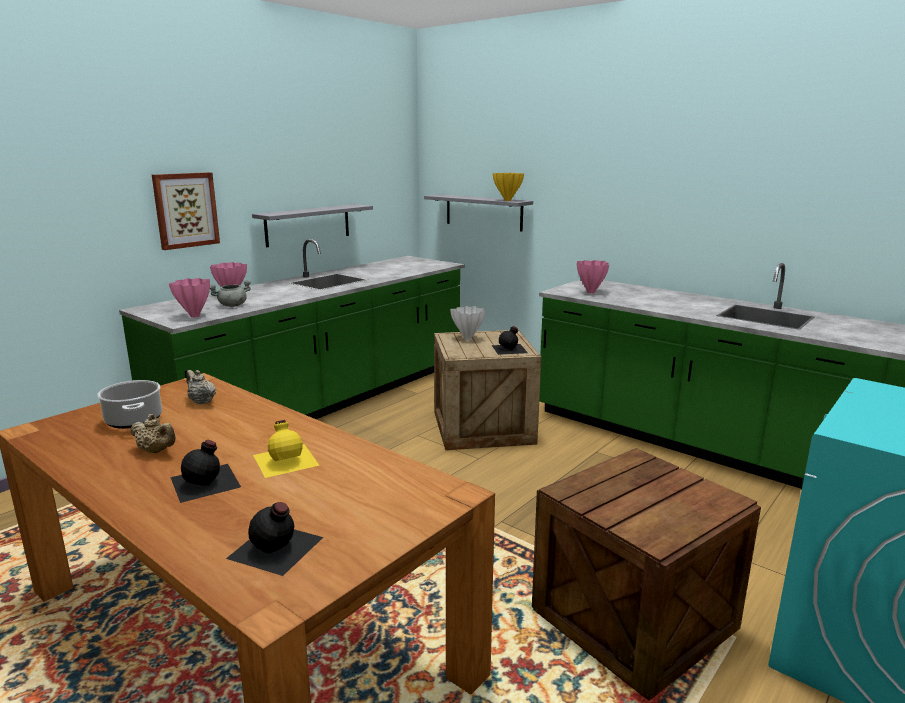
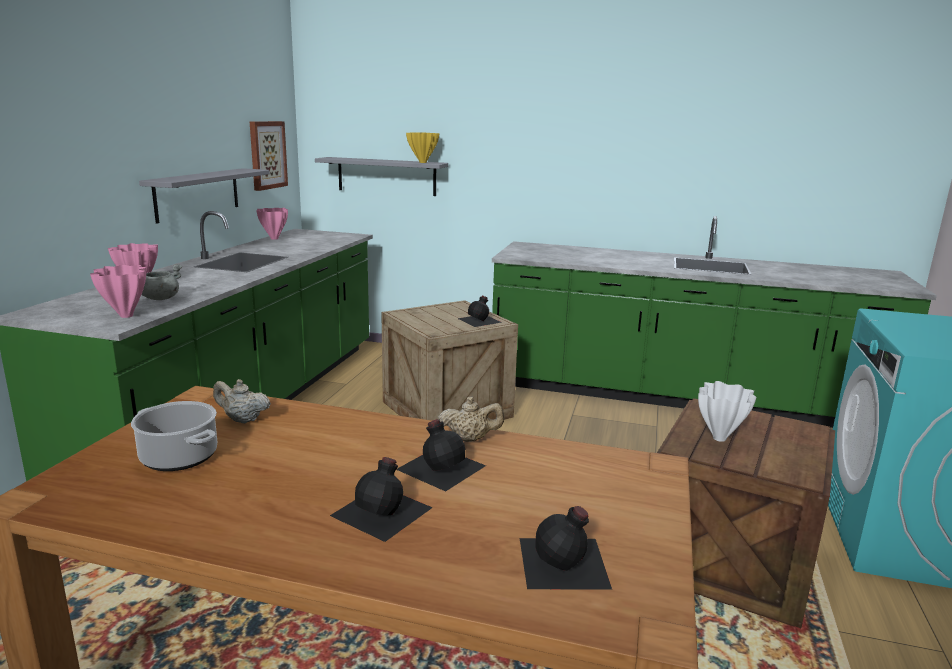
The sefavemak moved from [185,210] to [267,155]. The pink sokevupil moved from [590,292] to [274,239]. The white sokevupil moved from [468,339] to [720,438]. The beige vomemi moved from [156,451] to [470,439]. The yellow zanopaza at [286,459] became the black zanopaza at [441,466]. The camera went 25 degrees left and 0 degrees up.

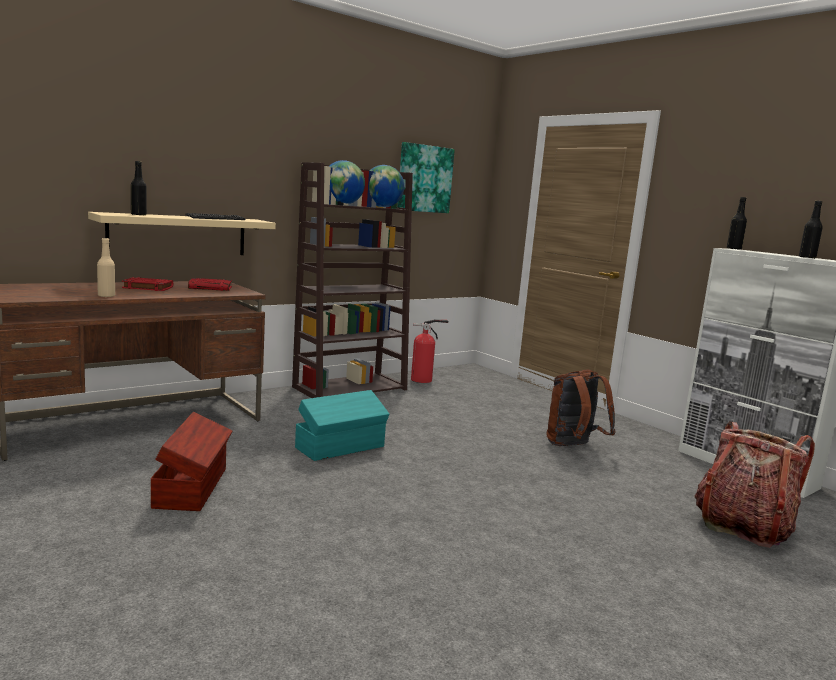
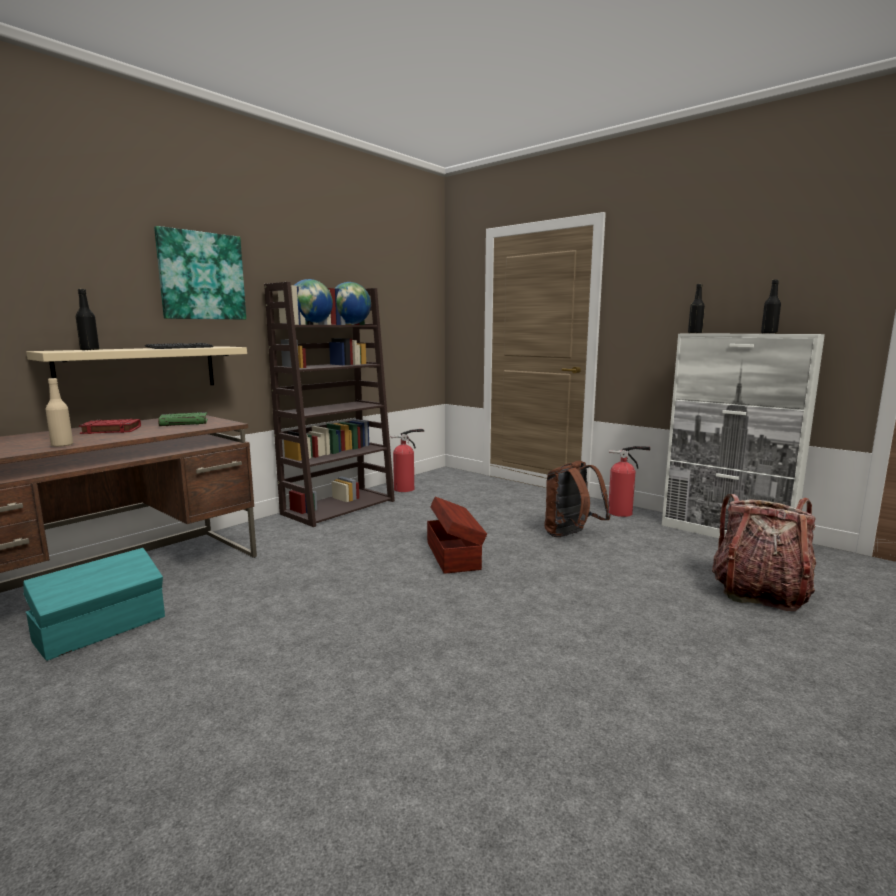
The sefavemak moved from [424,178] to [201,276]. The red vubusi at [211,288] became the green vubusi at [184,423]. The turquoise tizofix moved from [341,447] to [102,629]. The brown tizofix moved from [193,487] to [454,555]. The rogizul at [623,513] appeared. The camera went 10 degrees left and 0 degrees up.

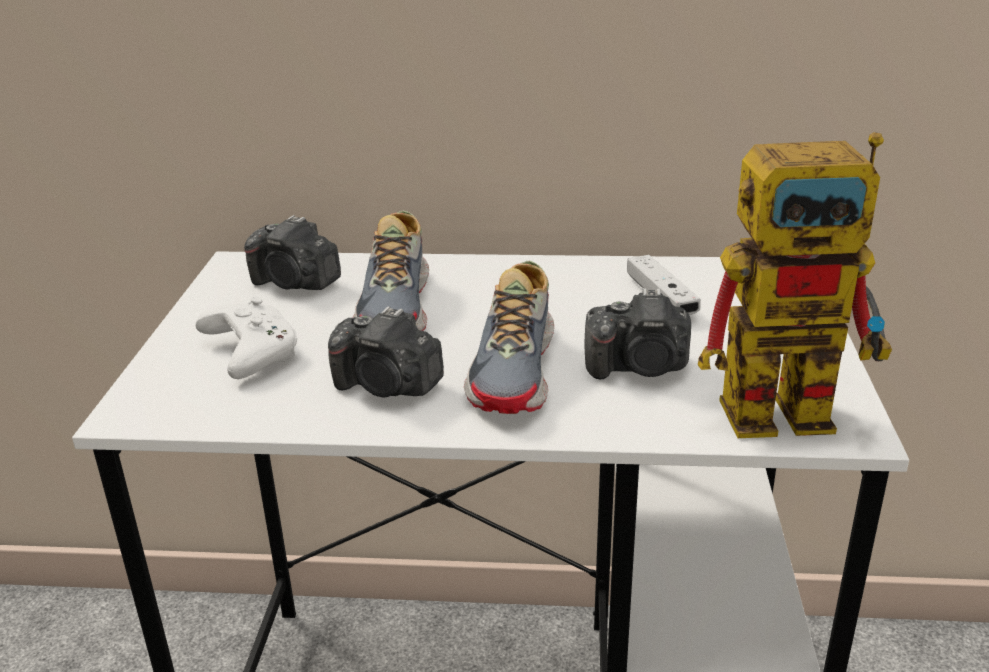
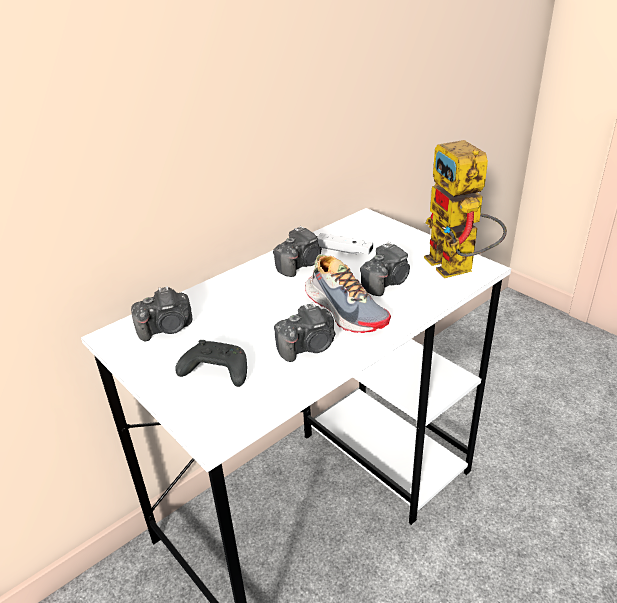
The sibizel at [797,408] turned 120 degrees clockwise. The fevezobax at [398,305] disappeared. The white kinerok at [250,353] became the black kinerok at [215,372]. The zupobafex at [300,265] appeared. The camera went 45 degrees left and 5 degrees up.

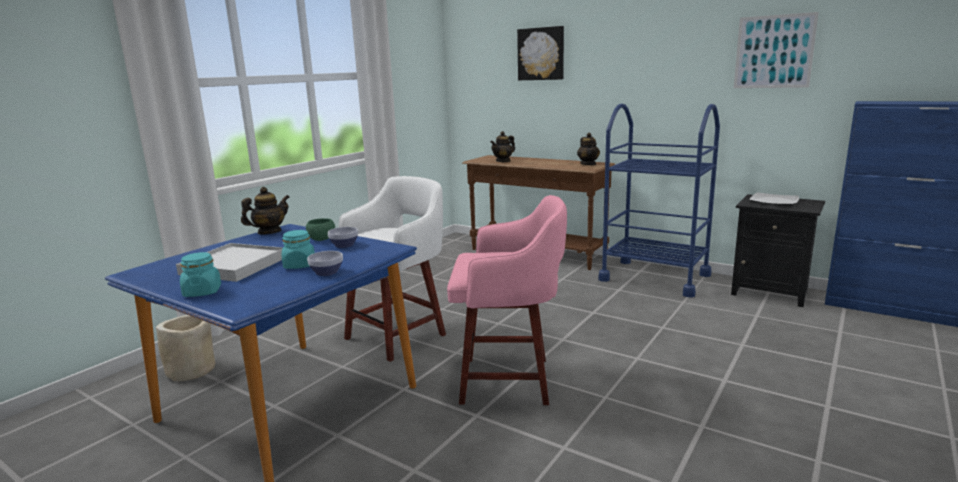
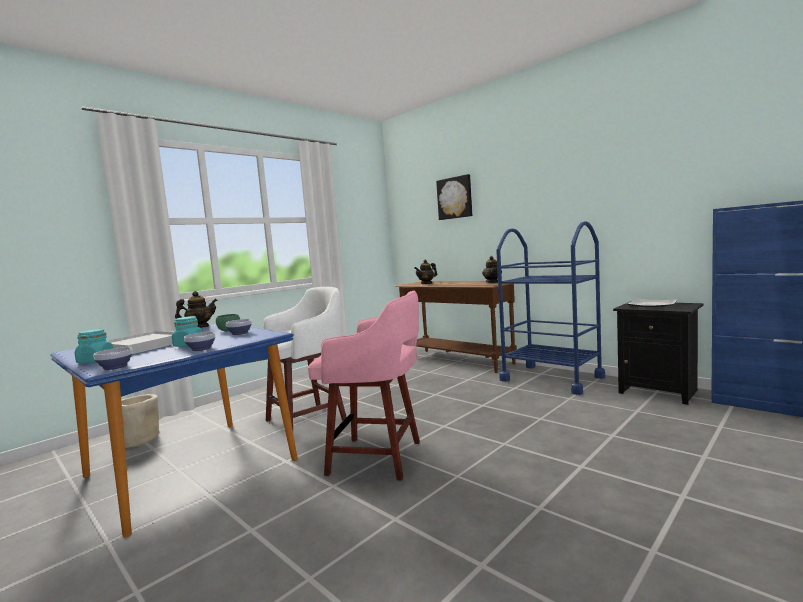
The sefavemak at [774,52] disappeared. The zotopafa at [116,367] appeared. The camera went 10 degrees right and 10 degrees down.

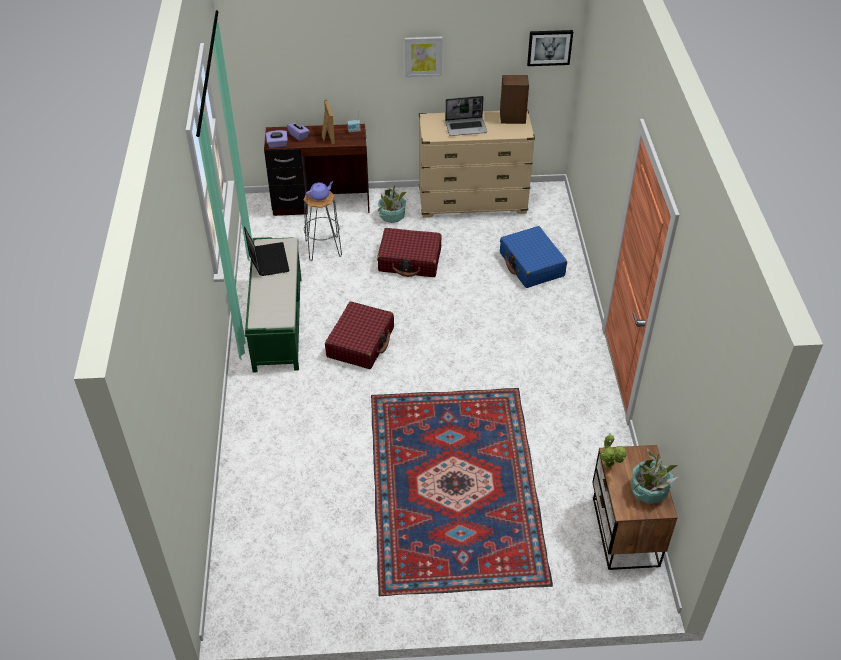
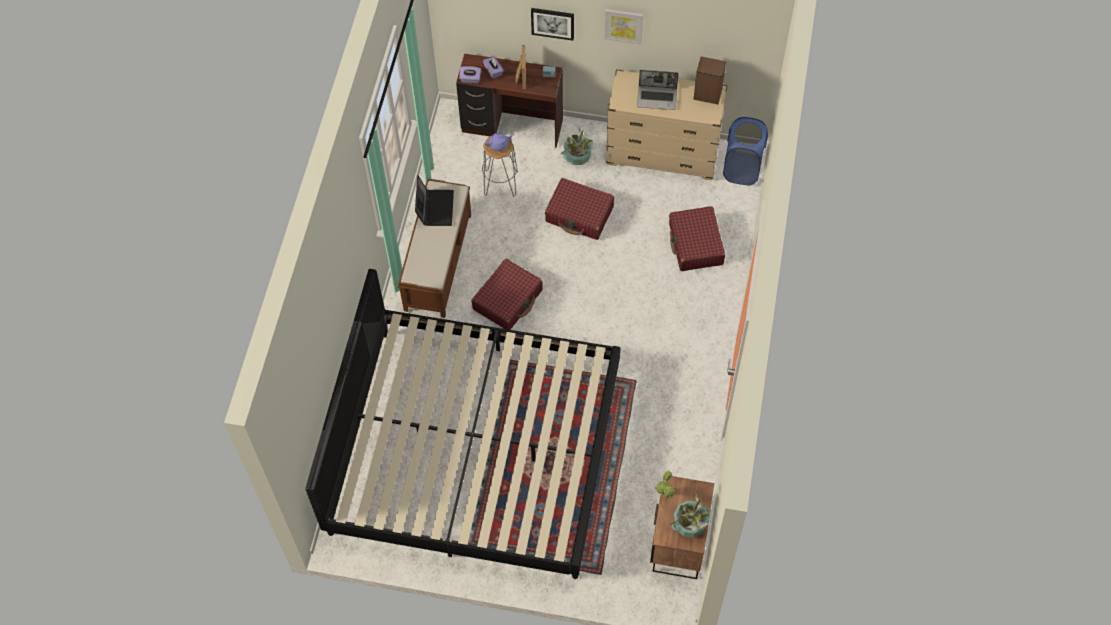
The sefavemak moved from [549,47] to [552,23]. The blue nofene at [531,265] became the red nofene at [695,244]. The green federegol at [278,322] became the brown federegol at [438,261]. The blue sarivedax at [742,169] appeared. The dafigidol at [475,449] appeared. The camera went 15 degrees right and 15 degrees up.

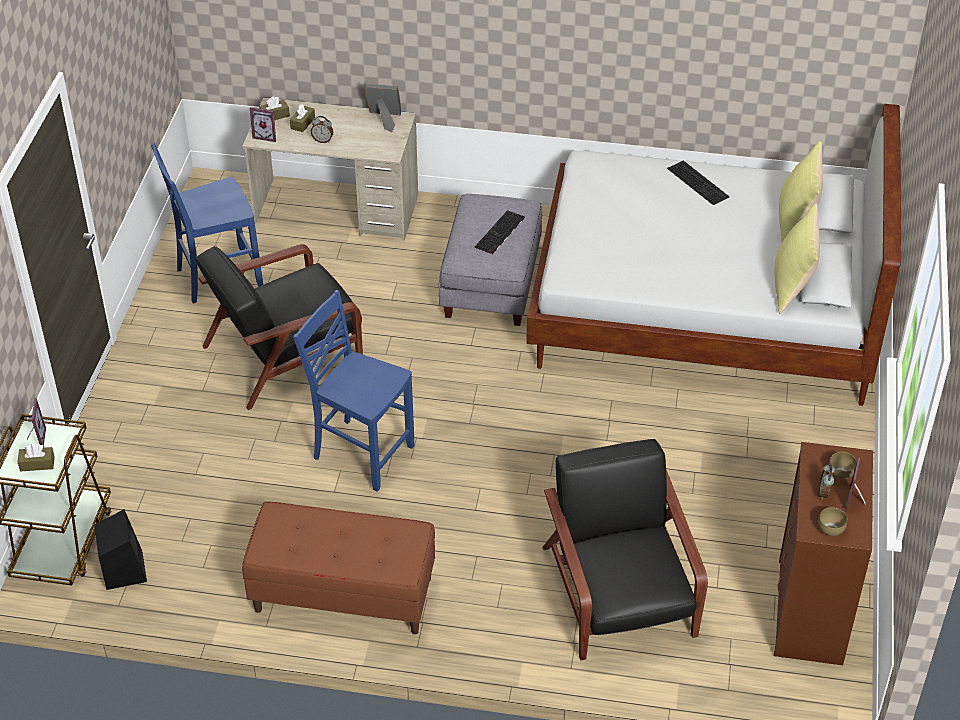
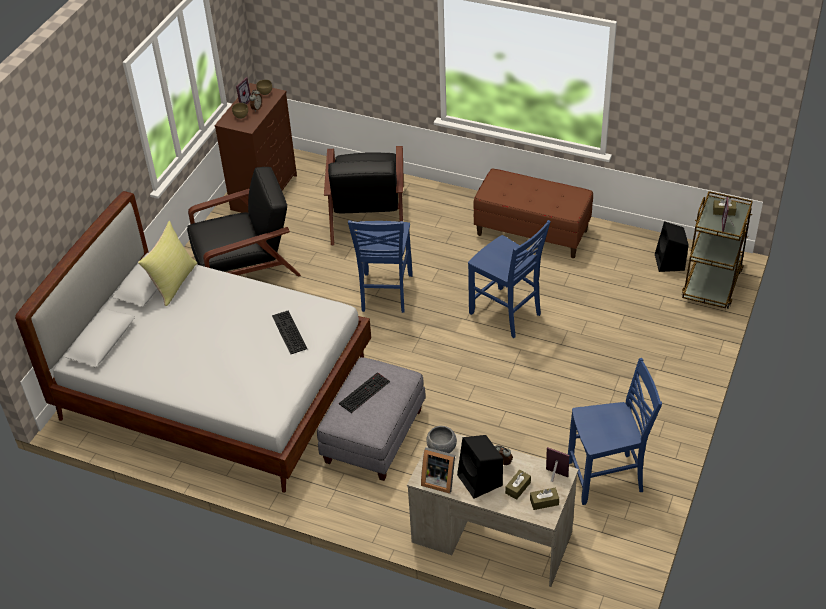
The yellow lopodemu at [796,220] disappeared. The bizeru moved from [699,182] to [288,332]. The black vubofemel moved from [286,352] to [245,264]. The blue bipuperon at [385,293] appeared. The grey zotopafa at [441,448] appeared. The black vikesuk at [480,481] appeared. The camera went 165 degrees left and 0 degrees up.

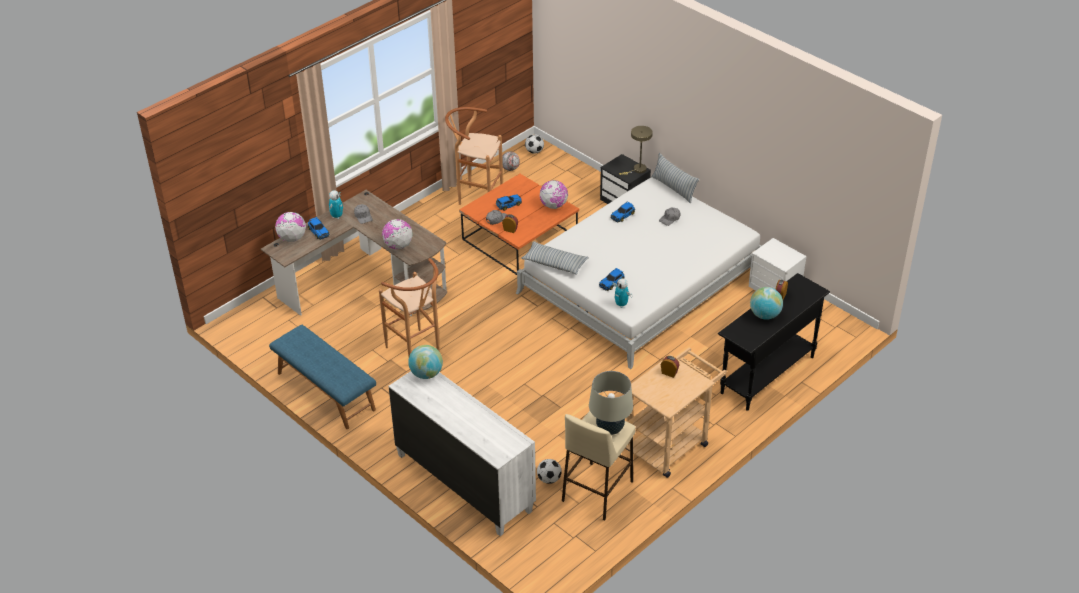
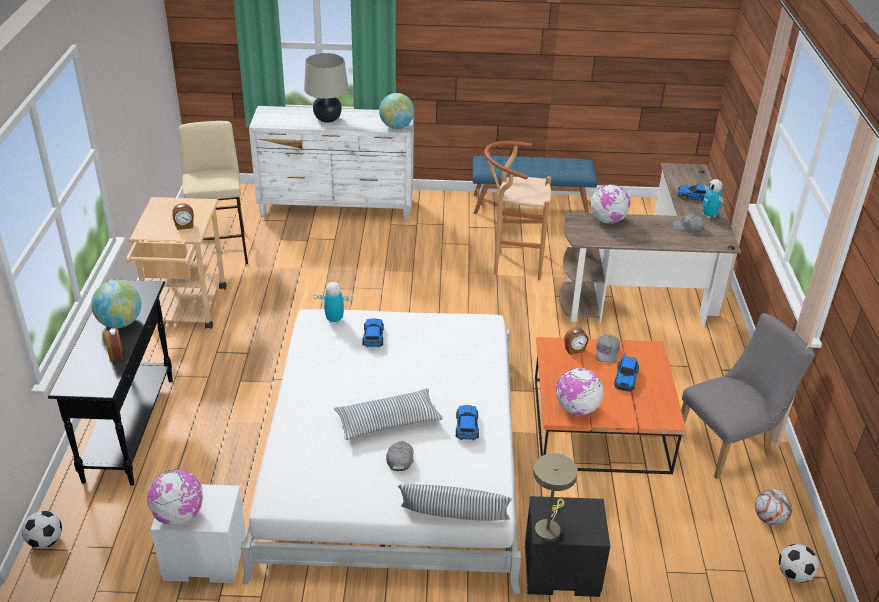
The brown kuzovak at [476,197] was replaced by the grey bipuperon at [729,445]. The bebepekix moved from [292,238] to [179,515]. The lopodemu moved from [555,263] to [388,422]. The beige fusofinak moved from [610,429] to [327,119]. The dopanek moved from [549,479] to [46,541]. The camera went 135 degrees right and 5 degrees down.

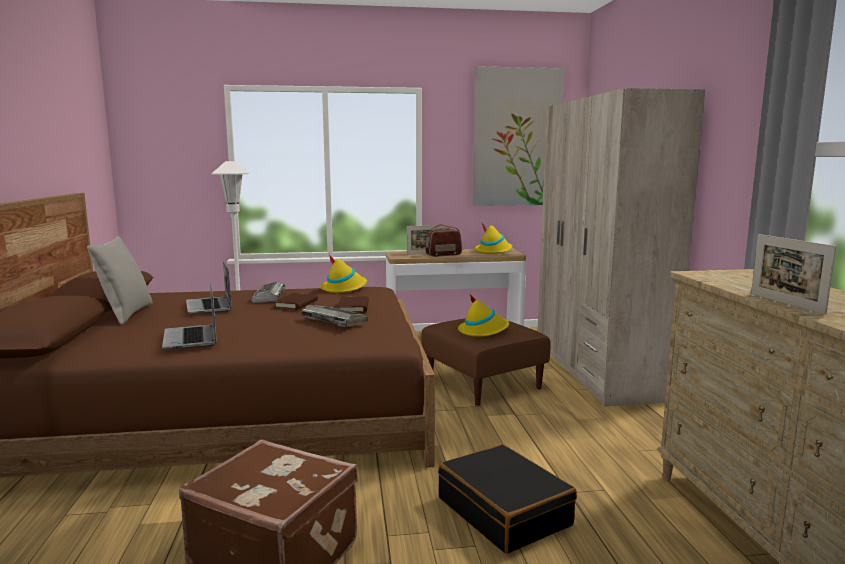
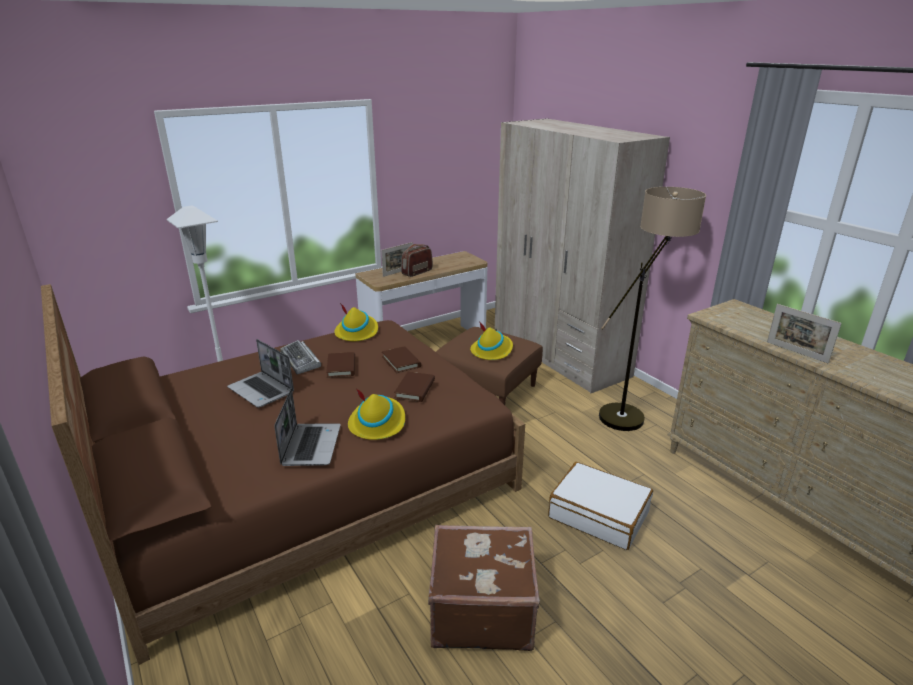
The sefavemak at [517,138] disappeared. The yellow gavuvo moved from [493,251] to [377,422]. The grey lopodemu at [125,314] disappeared. The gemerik at [191,339] turned 135 degrees counterclockwise. The bizeru at [333,320] was replaced by the brown vubusi at [415,389]. The black nofene at [504,512] became the white nofene at [599,514]. The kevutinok at [632,412] appeared. The camera went 25 degrees left and 15 degrees up.

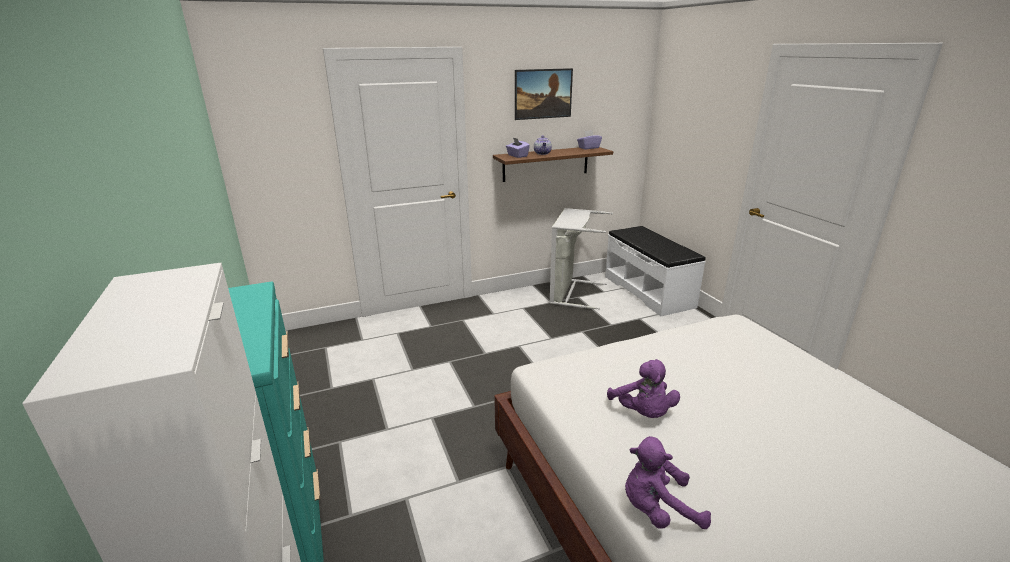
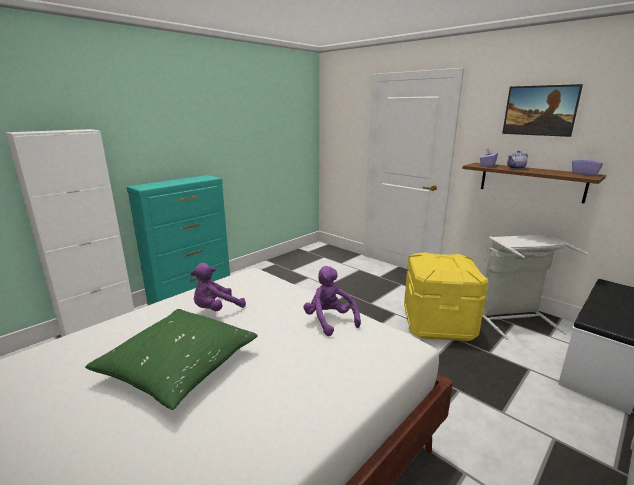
The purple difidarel moved from [657,509] to [329,321]. The yellow tizofix at [438,324] appeared. The green lopodemu at [178,366] appeared. The camera went 65 degrees right and 5 degrees down.

